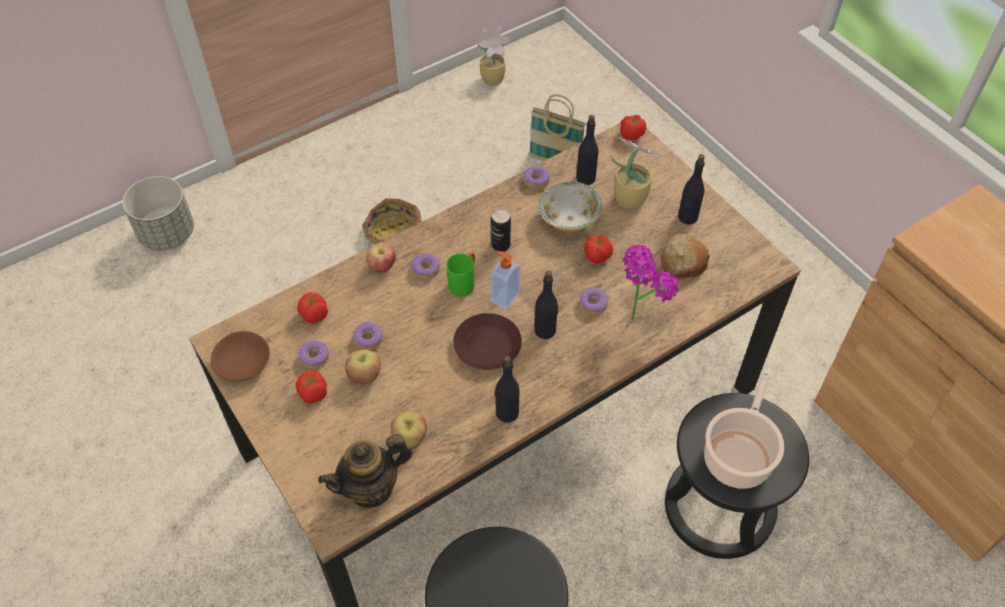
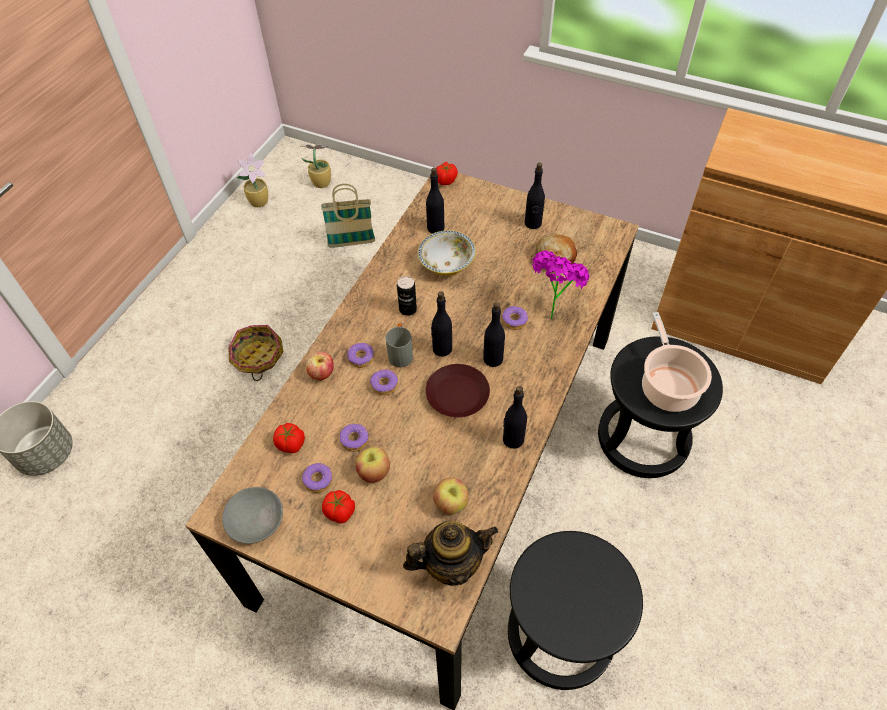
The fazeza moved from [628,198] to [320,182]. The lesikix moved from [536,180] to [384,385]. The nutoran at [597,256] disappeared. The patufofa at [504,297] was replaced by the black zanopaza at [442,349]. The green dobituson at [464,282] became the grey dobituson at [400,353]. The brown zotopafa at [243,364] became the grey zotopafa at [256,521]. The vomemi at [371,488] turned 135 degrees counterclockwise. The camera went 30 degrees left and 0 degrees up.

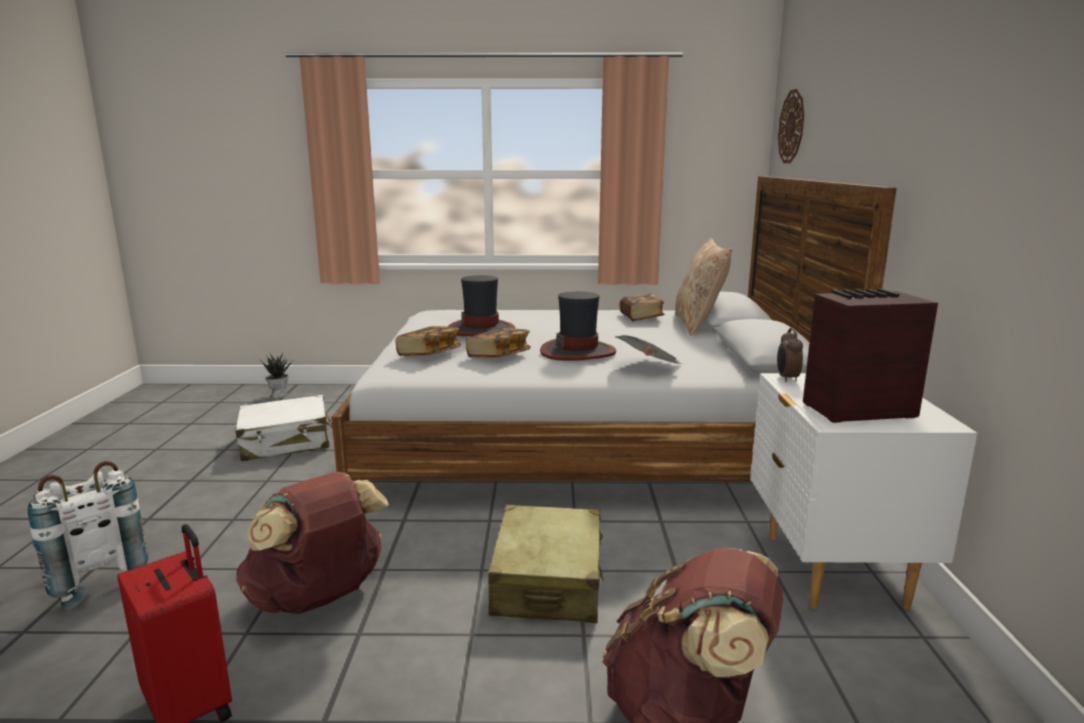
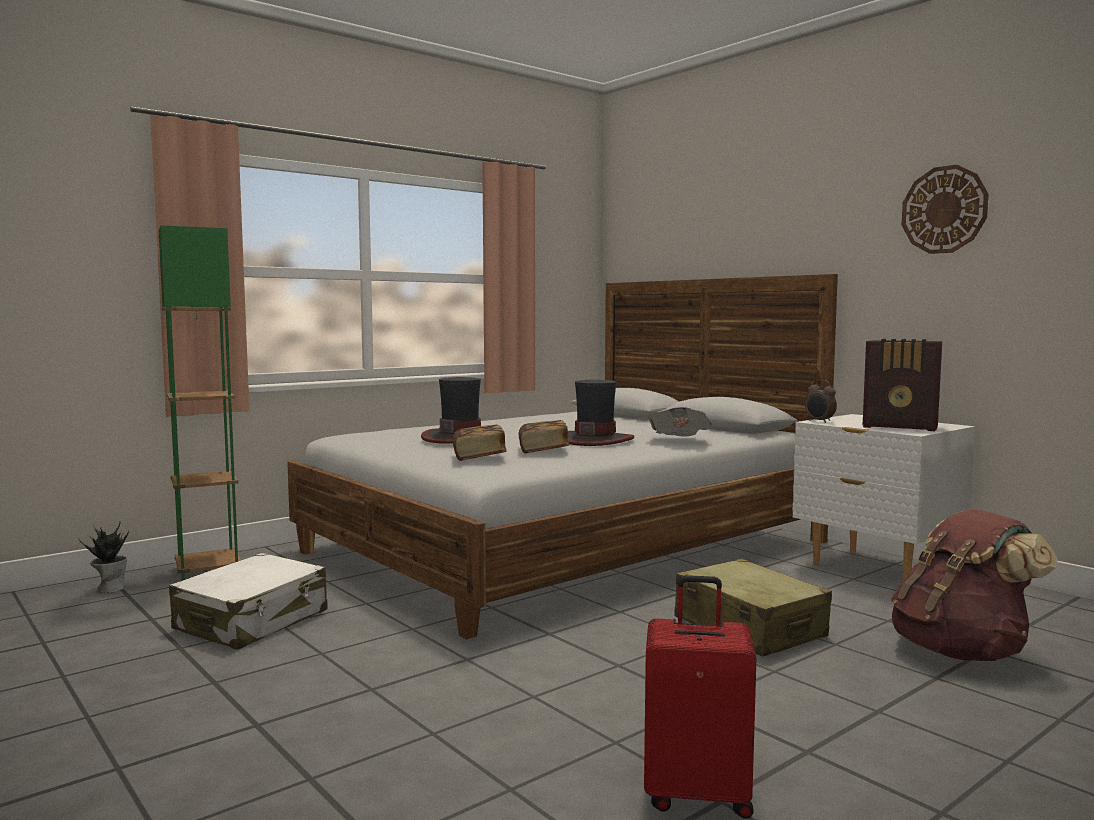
The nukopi moved from [792,126] to [944,210]. The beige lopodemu at [698,325] disappeared. The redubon at [855,410] turned 105 degrees counterclockwise. The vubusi at [641,318] disappeared. The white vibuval at [95,580] disappeared. The brown vibuval at [318,599] disappeared. The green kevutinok at [208,570] appeared. The camera went 40 degrees left and 10 degrees down.

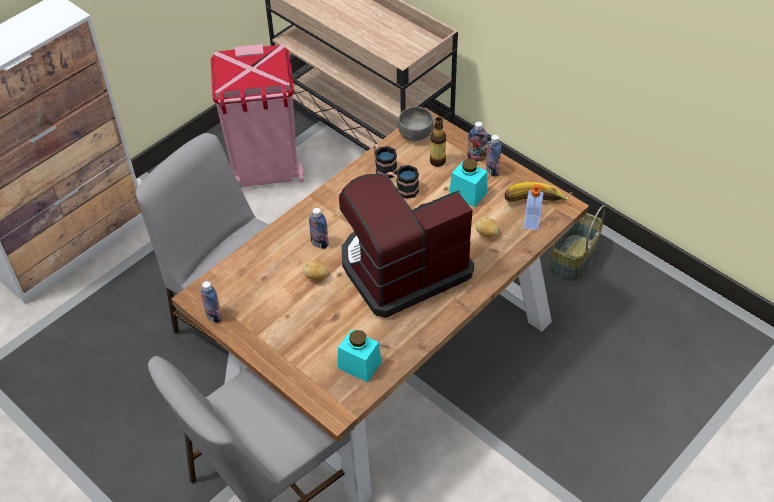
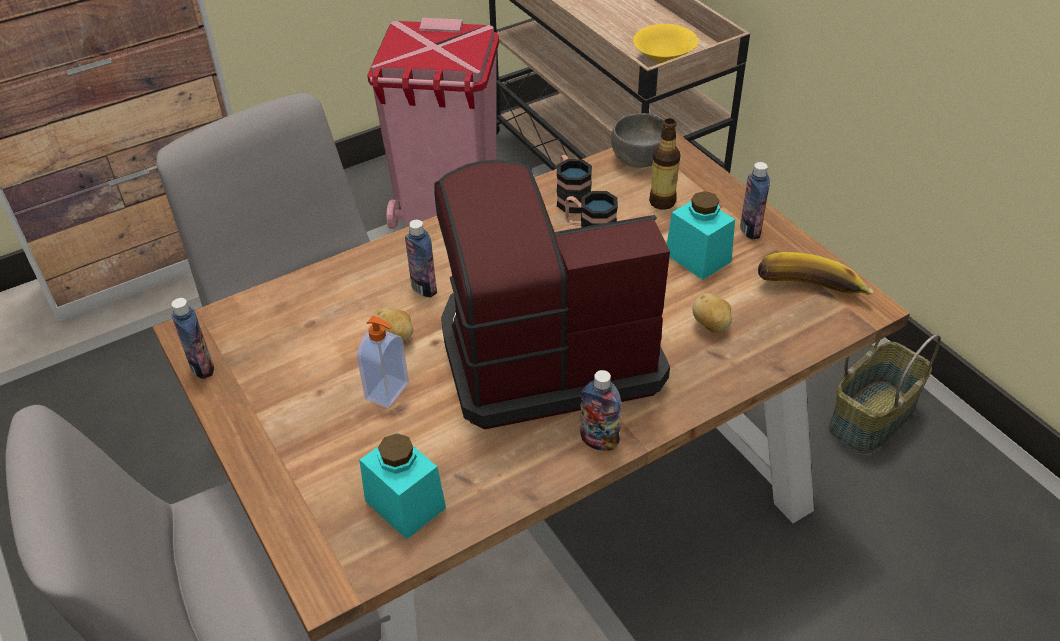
The zanopaza moved from [476,157] to [599,441]. The patufofa moved from [532,222] to [388,392]. The yellow zotopafa at [665,61] appeared. The camera went 15 degrees right and 5 degrees down.

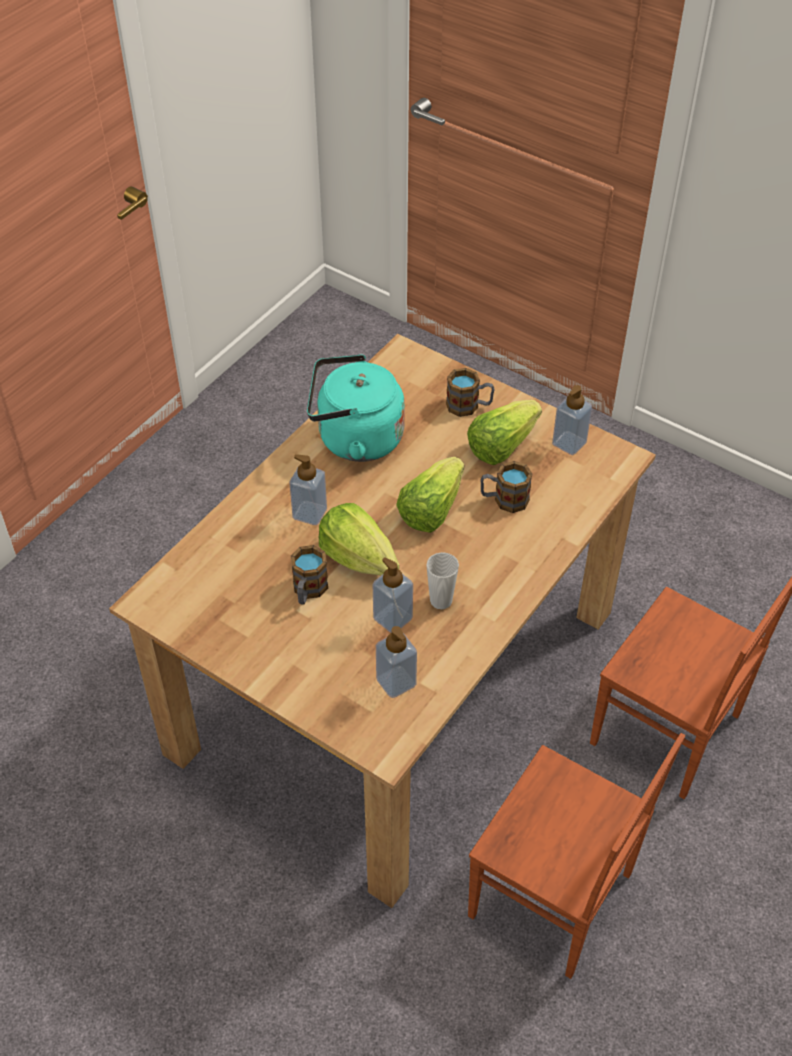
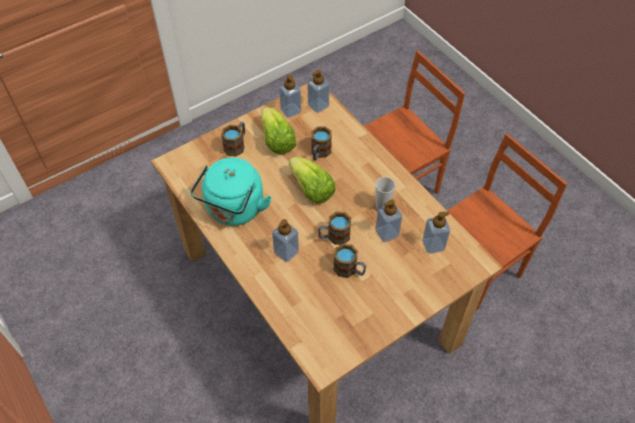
The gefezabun at [358,558] was replaced by the dobituson at [334,237]. The patufofa at [318,105] appeared. The camera went 70 degrees left and 5 degrees up.

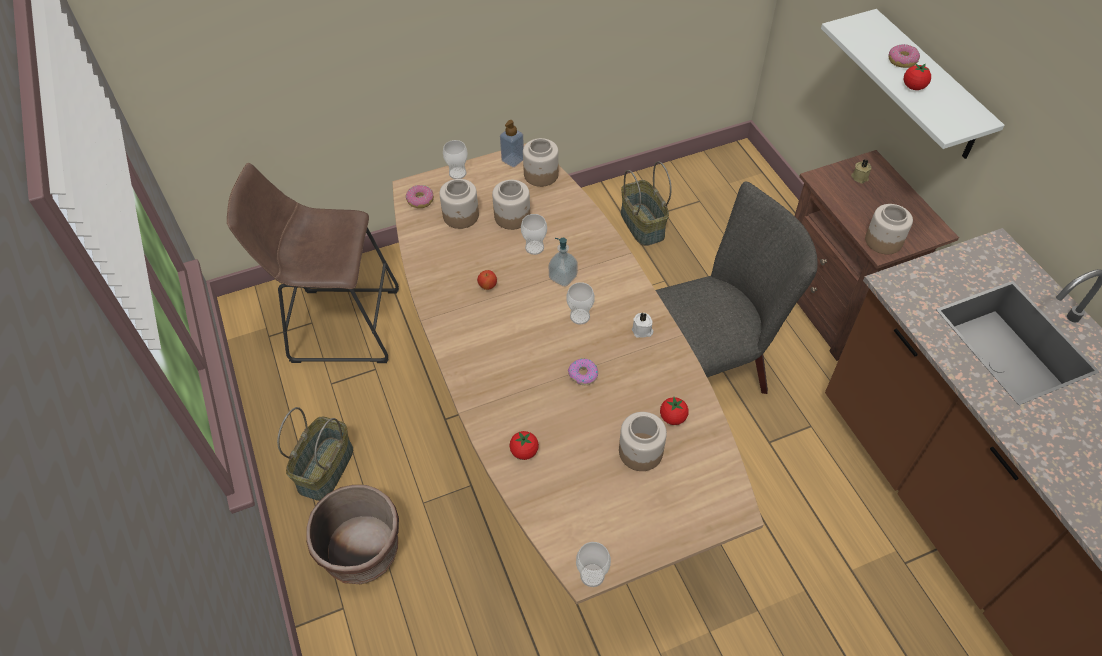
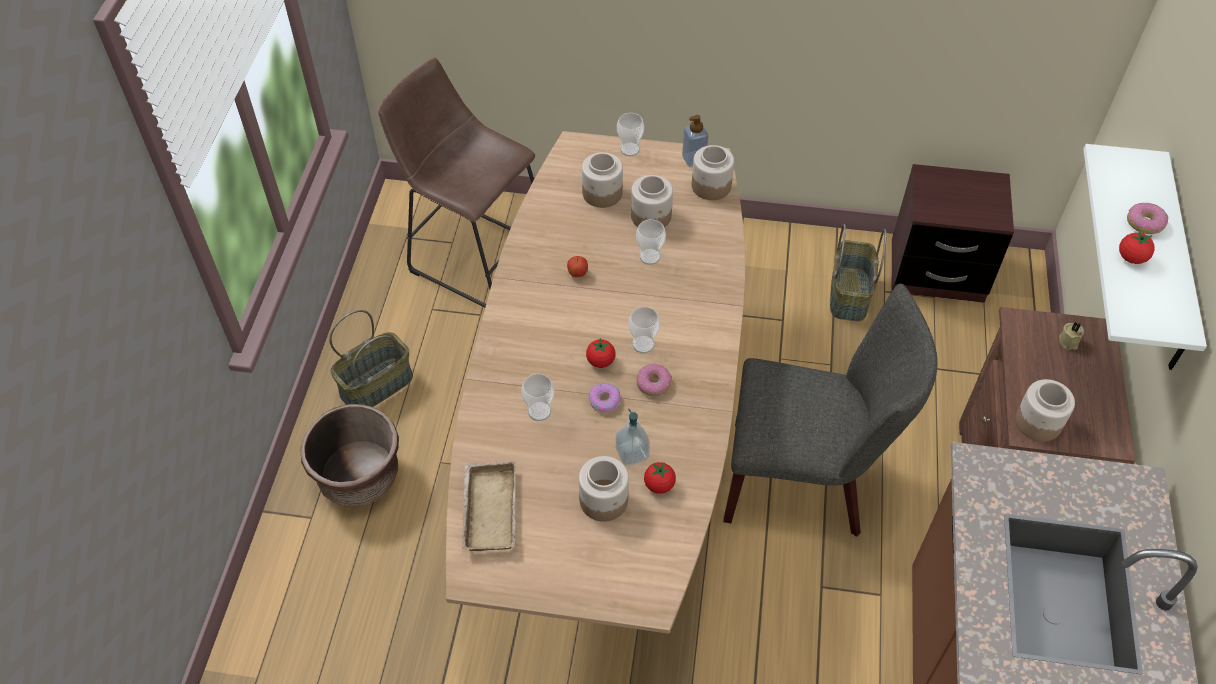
The lesikix moved from [420,200] to [653,384]. The patufofa moved from [563,277] to [632,453]. The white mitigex at [642,331] disappeared. The nutoran moved from [524,451] to [600,361]. The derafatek moved from [592,575] to [539,411]. The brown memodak at [937,271] appeared. The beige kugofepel at [487,510] appeared. The camera went 30 degrees right and 0 degrees up.

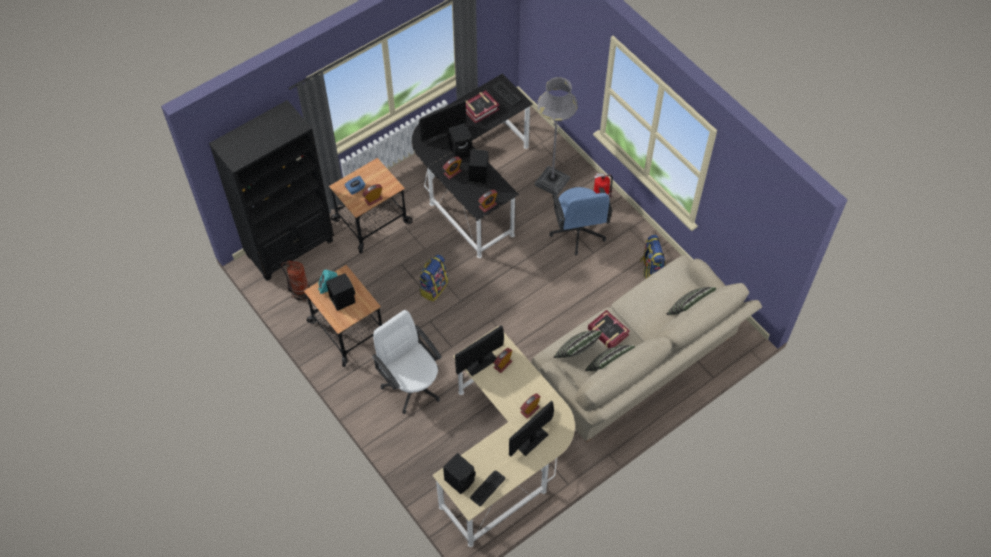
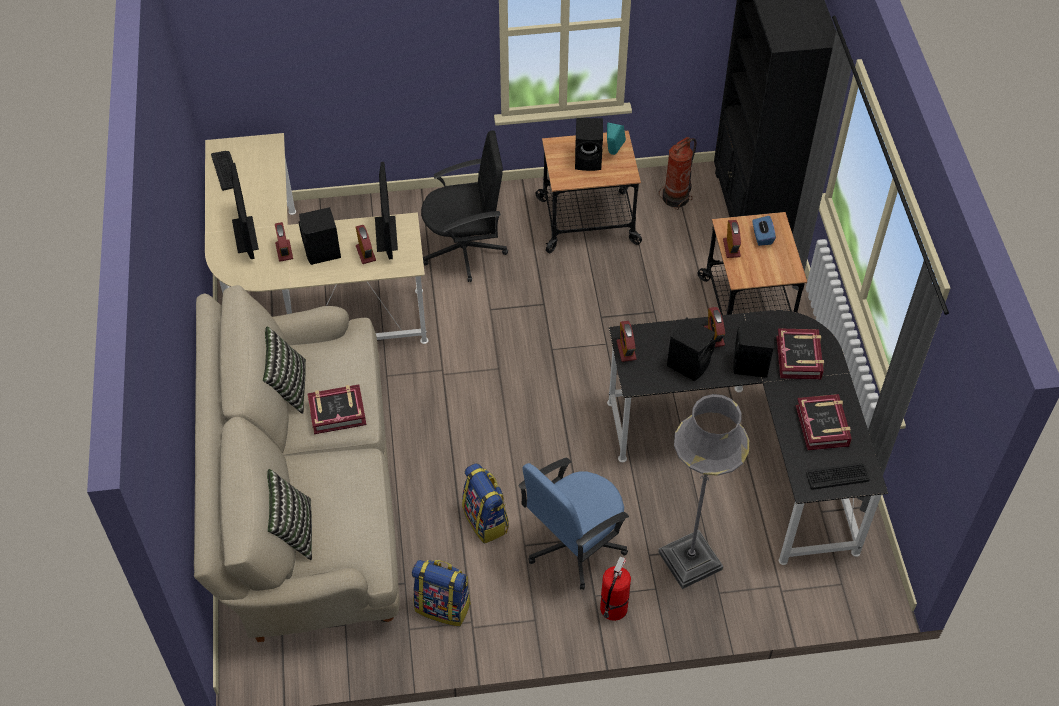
The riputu at [443,132] was replaced by the vubusi at [799,358]. The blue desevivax at [578,232] turned 60 degrees counterclockwise. The vibuval moved from [433,287] to [486,520]. The white desevivax at [412,385] became the black desevivax at [465,249]. The lopodemu at [577,353] disappeared. The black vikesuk moved from [460,479] to [322,252]. The camera went 120 degrees right and 5 degrees down.

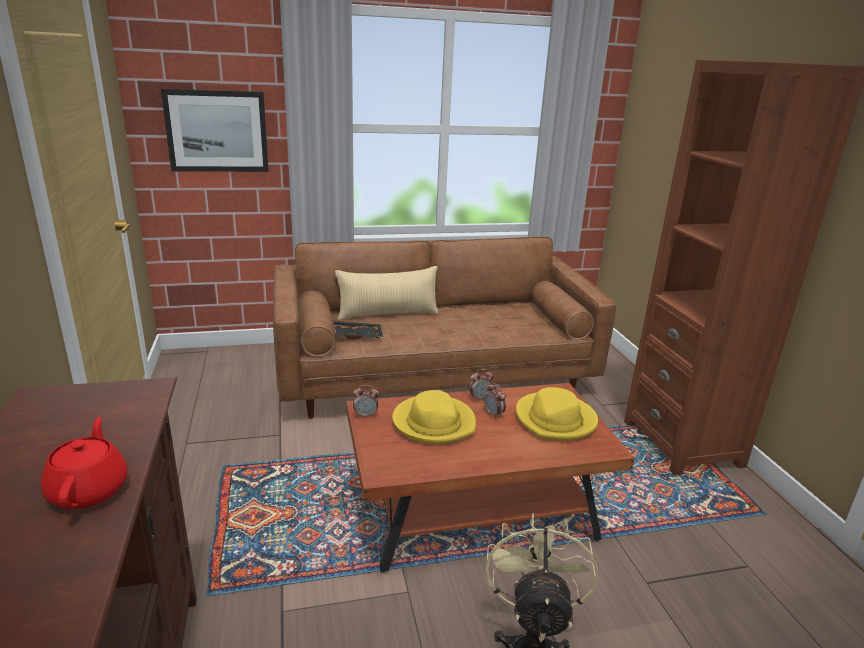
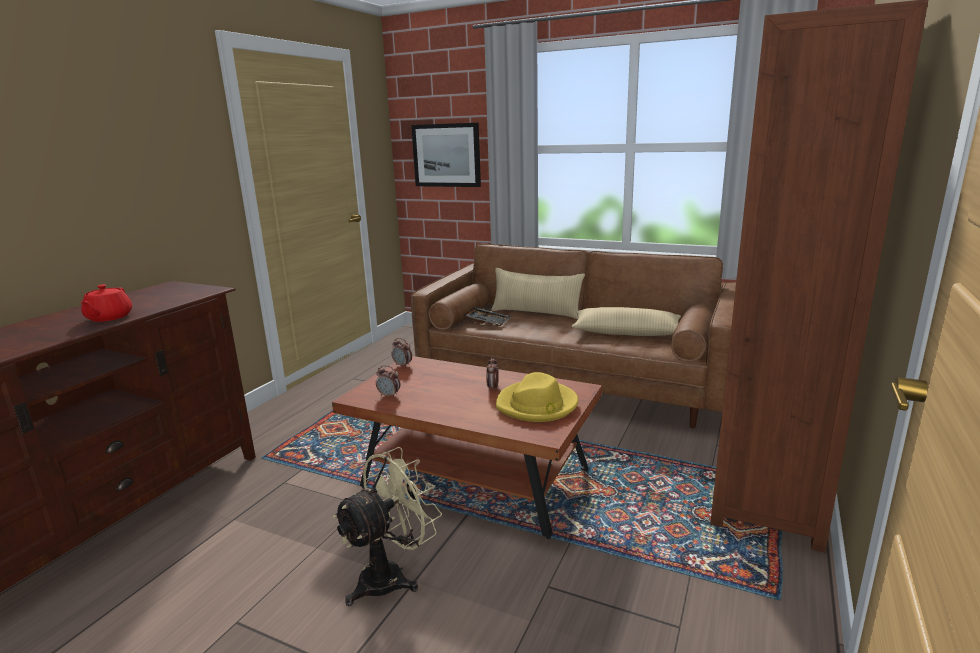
The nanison moved from [479,398] to [389,395]. The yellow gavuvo at [434,423] disappeared. The red vomemi at [90,490] turned 150 degrees clockwise. The beige lopodemu at [626,332] appeared. The camera went 40 degrees right and 5 degrees down.

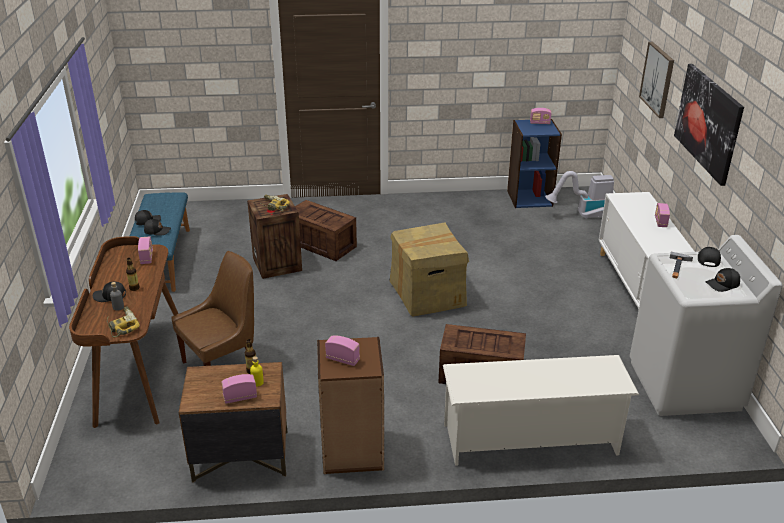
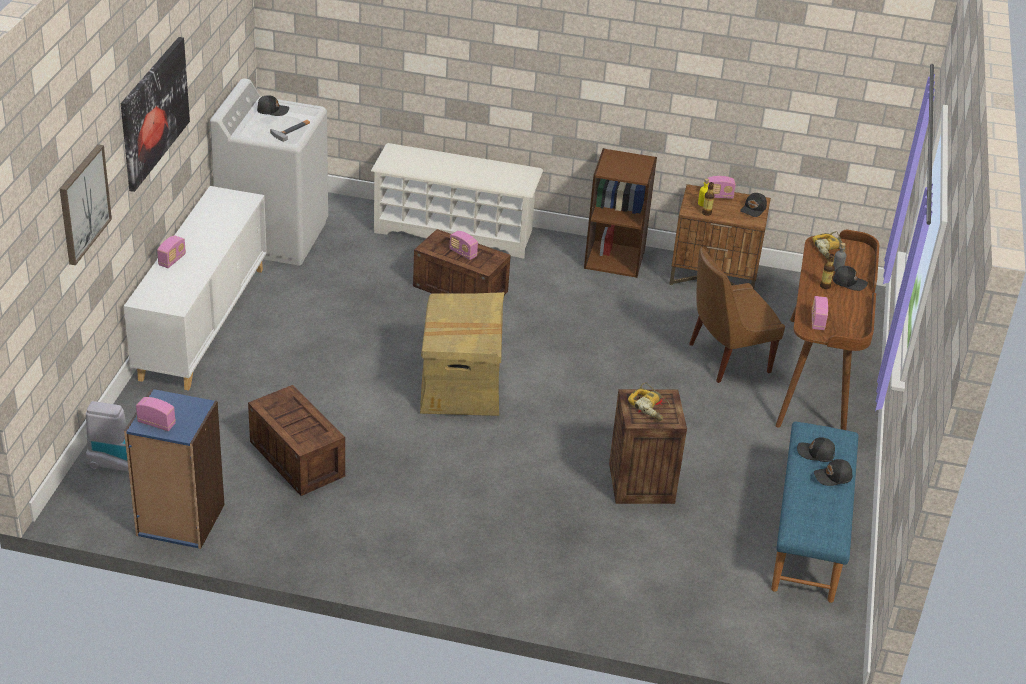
The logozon moved from [320,244] to [298,459]. The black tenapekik moved from [707,259] to [753,209]. The redubon moved from [342,359] to [463,253]. The camera went 165 degrees left and 5 degrees up.

